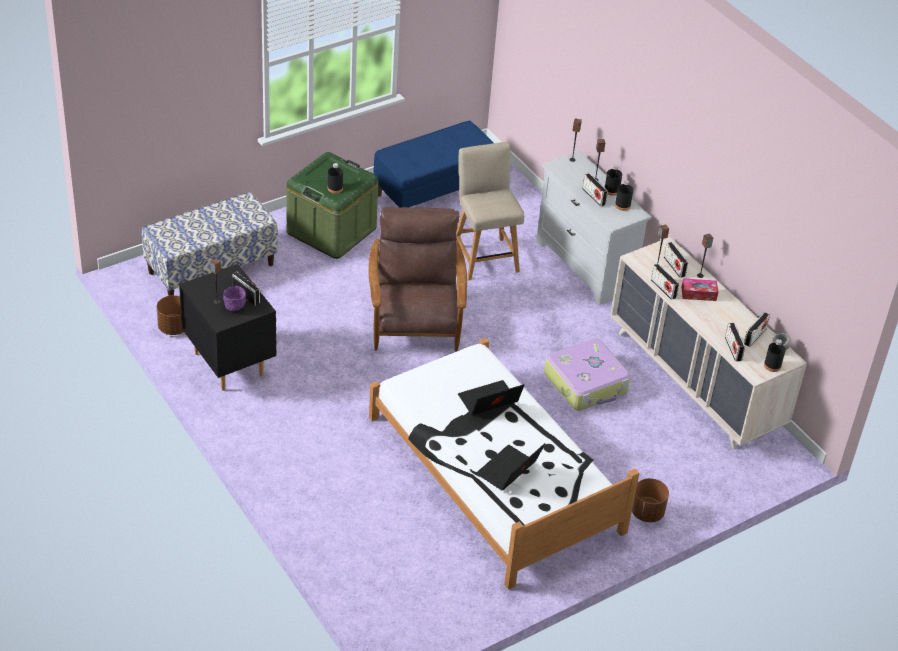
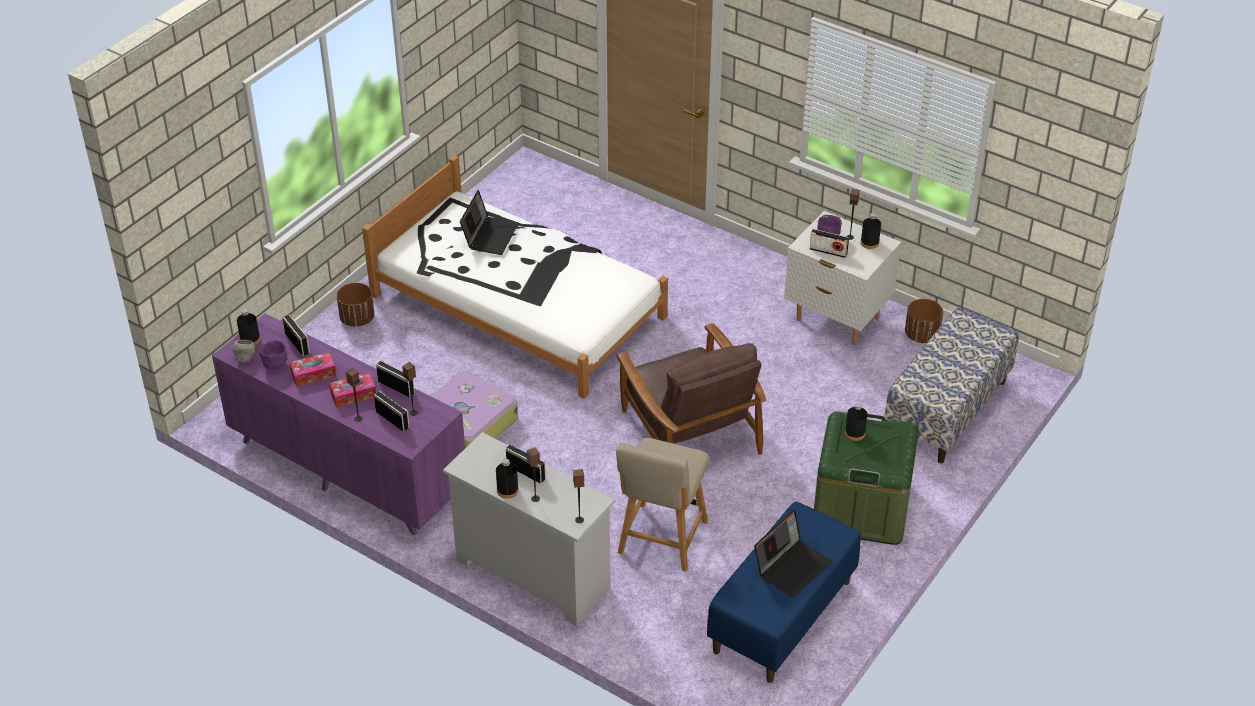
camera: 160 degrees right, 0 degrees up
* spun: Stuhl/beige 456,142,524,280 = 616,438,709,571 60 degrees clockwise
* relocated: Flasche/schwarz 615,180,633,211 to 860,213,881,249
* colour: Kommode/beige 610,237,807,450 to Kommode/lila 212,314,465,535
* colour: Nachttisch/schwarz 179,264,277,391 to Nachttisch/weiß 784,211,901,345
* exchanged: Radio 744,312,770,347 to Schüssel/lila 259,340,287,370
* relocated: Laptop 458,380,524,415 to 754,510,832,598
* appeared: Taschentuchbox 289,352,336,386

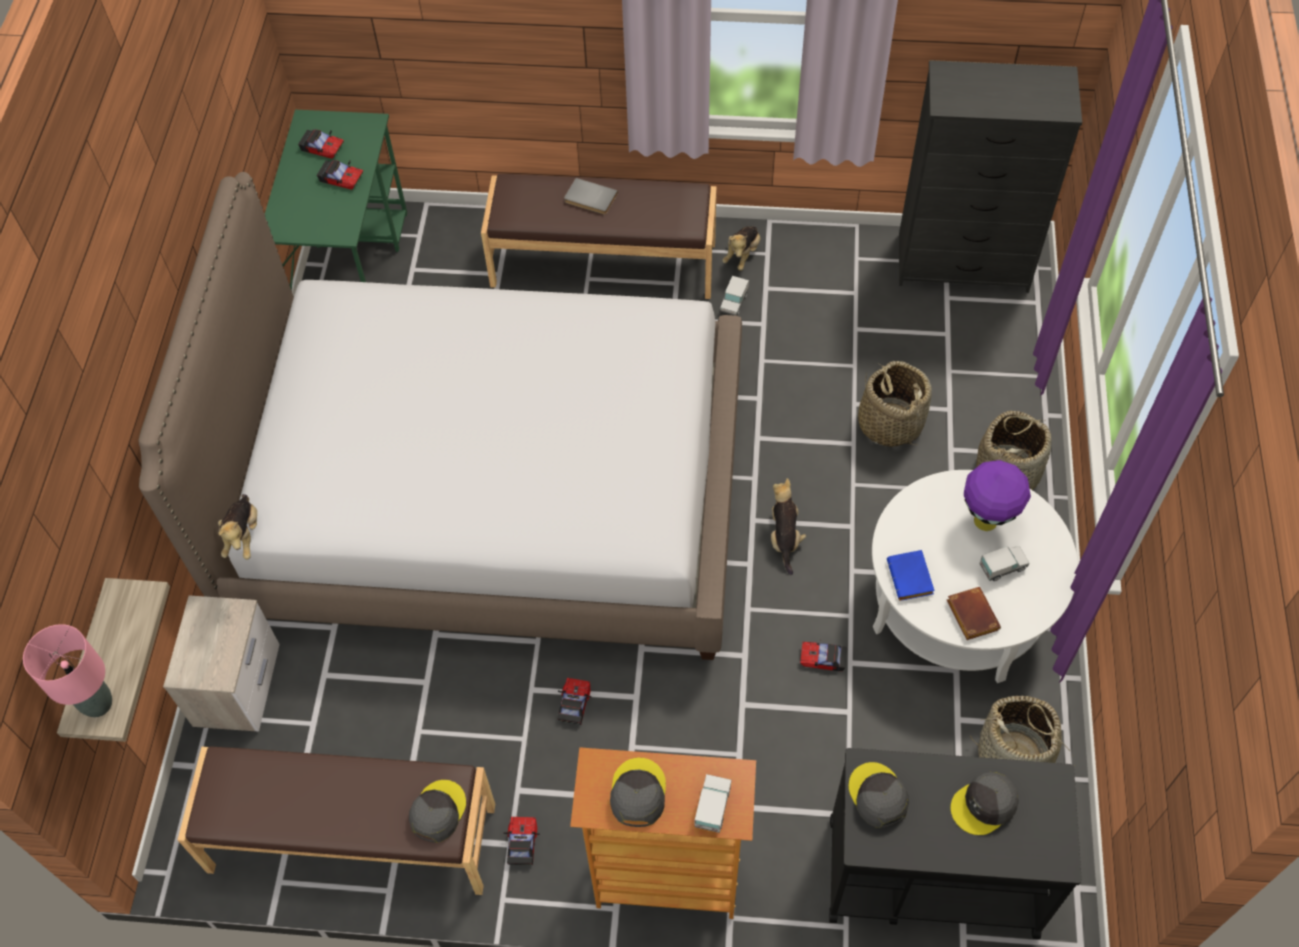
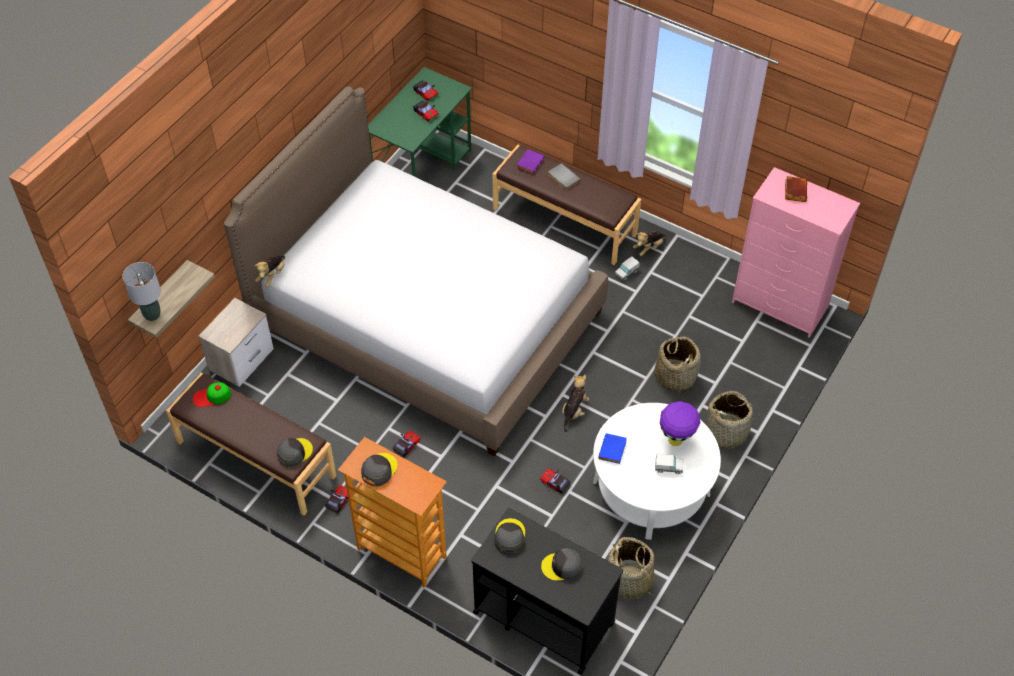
camera: 25 degrees right, 5 degrees down
* colour: Kommode/schwarz 899,60,1082,293 to Kommode/rosa 732,167,860,338
* relocated: Buch/braun 947,587,1001,640 to 785,176,807,202
* colour: Tischlampe/rosa 23,624,112,717 to Tischlampe/grau 123,262,161,321
* missing: Spielzeuglaster 694,774,732,833
* appeared: Buch/lila 517,149,544,174
* appeared: Kappe 193,382,231,407

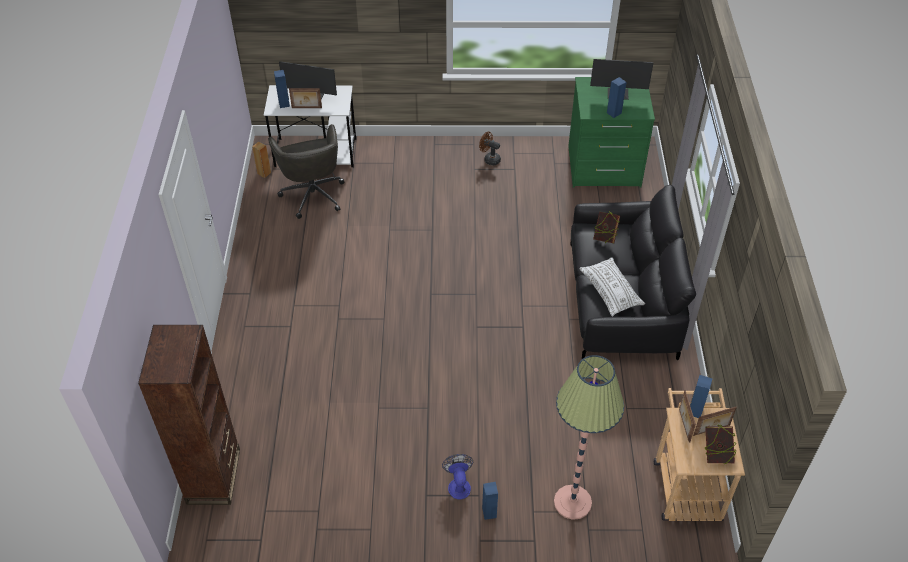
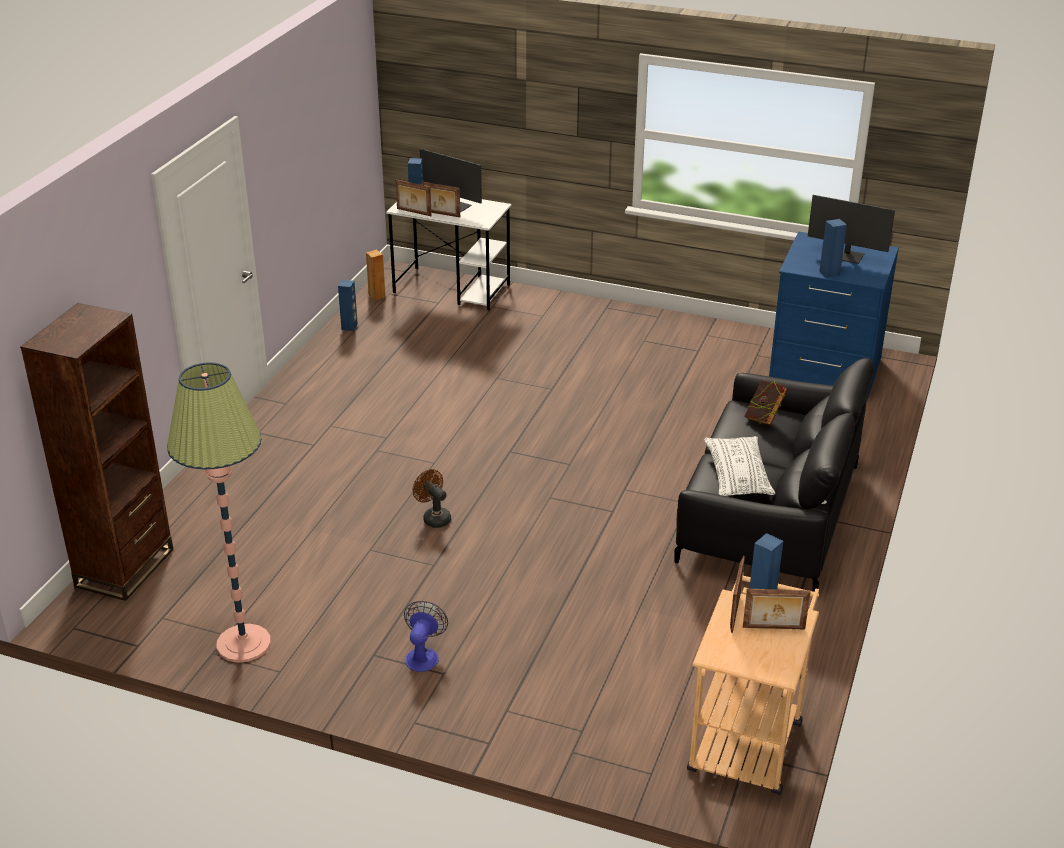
camera: 20 degrees right, 15 degrees down
* colour: Kommode/grün 568,77,655,188 to Kommode/blau 769,232,899,400
* missing: Bürostuhl/grau 268,124,344,219
* relocated: Ventilator/braun 479,132,501,165 to 413,469,451,528
* relocated: Stehlampe 554,355,624,520 to 167,362,271,663
* missing: Buch 704,424,736,465
* relocated: Lautsprecher/blau 482,482,498,520 to 338,280,358,331
* appeared: Bilderrahmen 395,180,432,216

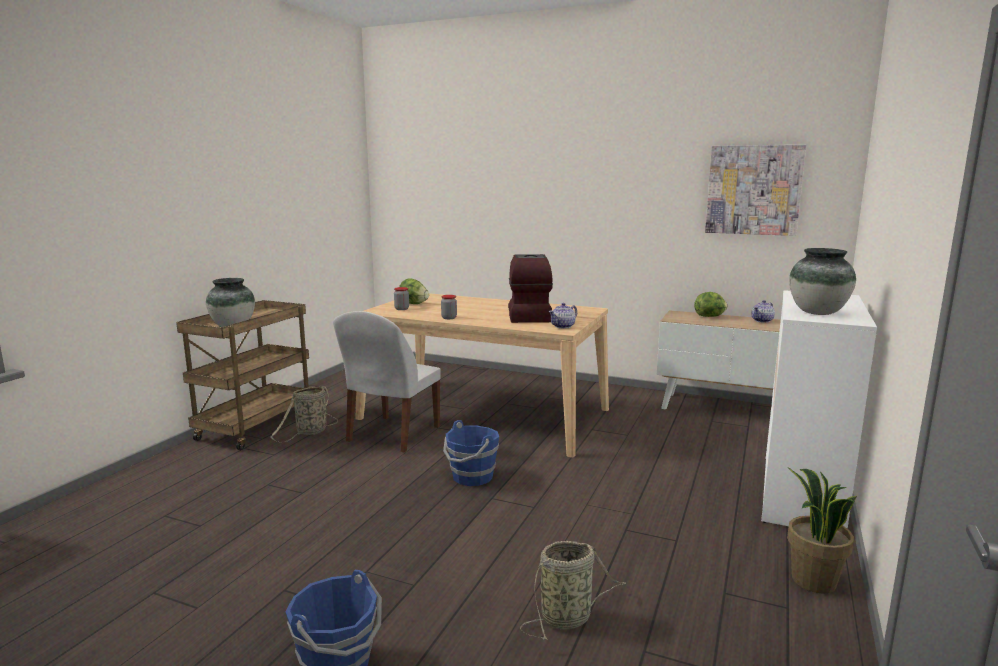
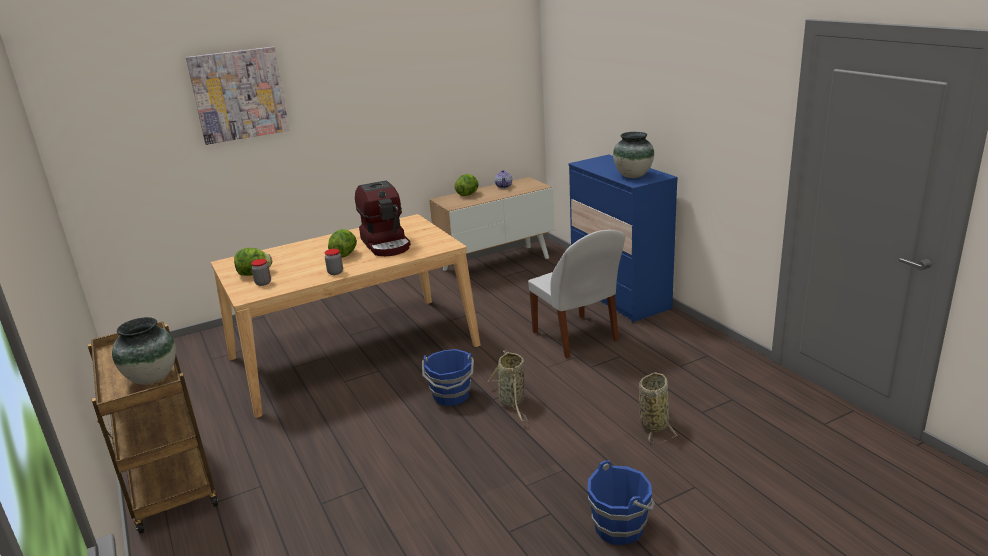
camera: 50 degrees left, 10 degrees up
* relocated: Bild 705,145,806,236 to 186,47,290,145
* spun: Kaffeemaschine 508,254,553,323 = 355,181,411,256 150 degrees counterclockwise
* colour: Kommode/weiß 761,290,877,529 to Kommode/blau 569,155,678,323
* missing: Teekanne 549,303,577,329
* relocated: Stuhl/weiß 333,311,441,453 to 528,230,625,358
* relocated: Korb 271,386,338,442 to 487,351,528,422
* missing: Topfpflanze 787,467,857,594
* appeared: Salatkopf 328,229,357,258

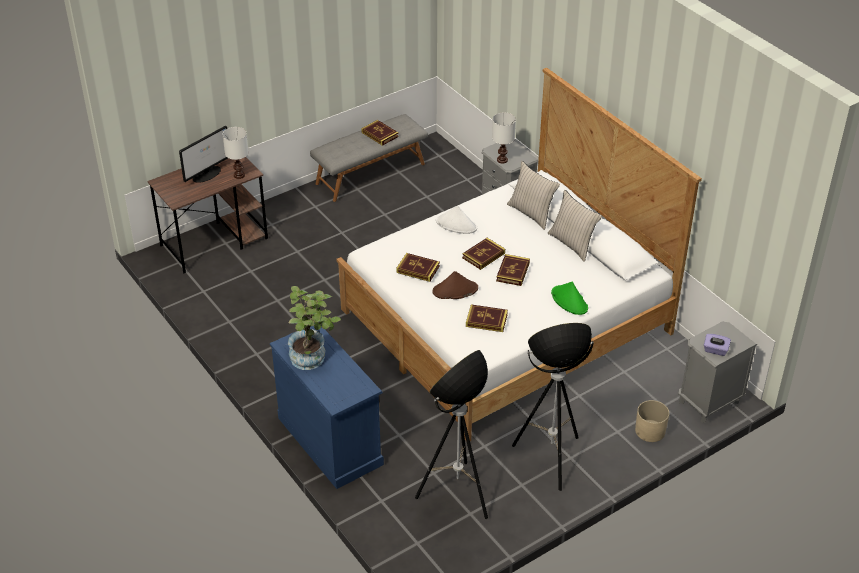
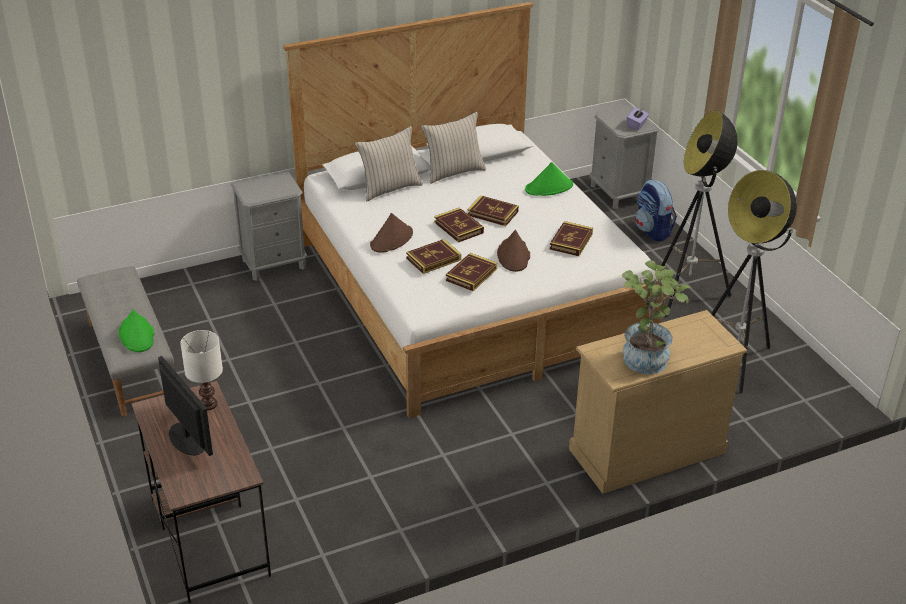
camera: 80 degrees left, 5 degrees down
* missing: Tischlampe/weiß 492,112,516,163
* relocated: Buch 361,120,398,146 to 406,239,461,274
* colour: Hut/weiß 436,205,477,234 to Hut/braun 370,213,413,253
* colour: Kommode/blau 270,322,384,489 to Kommode/beige 569,310,747,494
* exchanged: Pflanzkübel/beige 635,400,669,442 to Rucksack 635,180,677,242
* appeared: Hut/grün 119,309,155,352

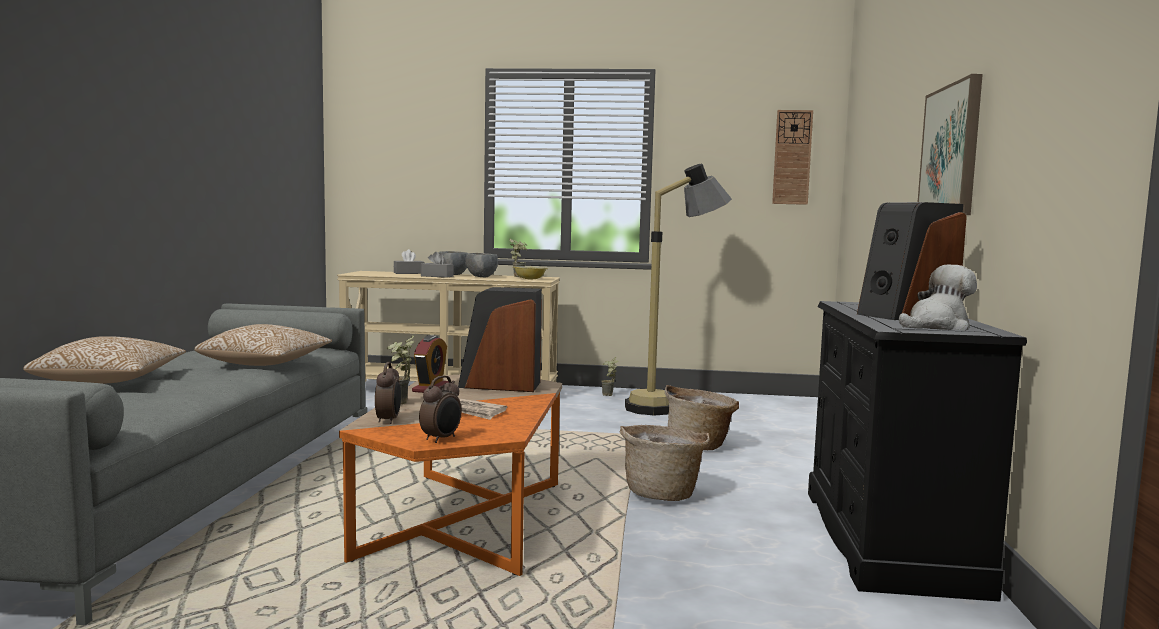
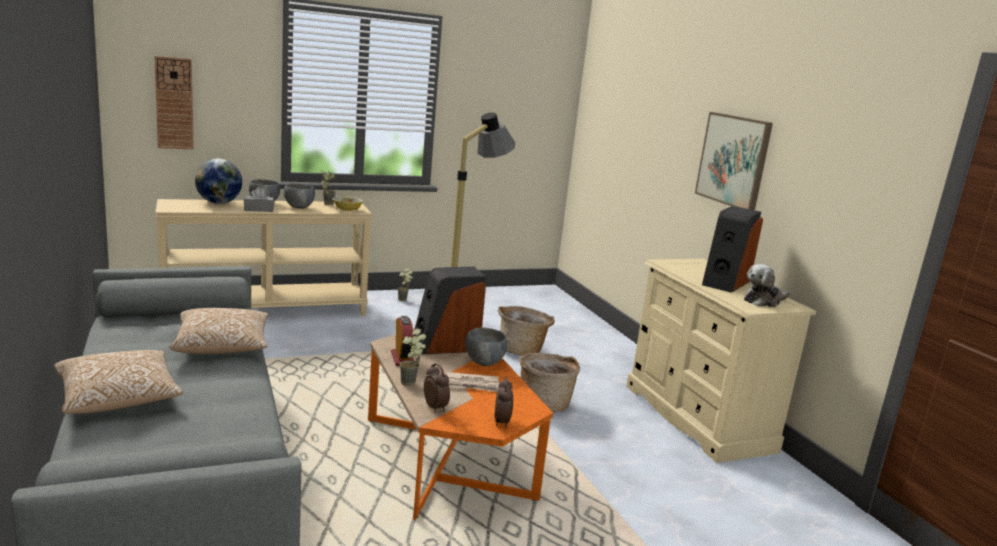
camera: 30 degrees left, 10 degrees up
* relocated: Wanduhr 772,110,813,205 to 154,56,194,150
* exchanged: Taschentuchbox/grau 394,249,424,274 to Globus 195,159,242,204
* spun: Plüschtier 899,265,977,331 = 744,264,790,307 150 degrees counterclockwise
* colour: Kommode/schwarz 808,301,1027,602 to Kommode/beige 626,259,816,463
* appeared: Schüssel/grau 465,327,507,366

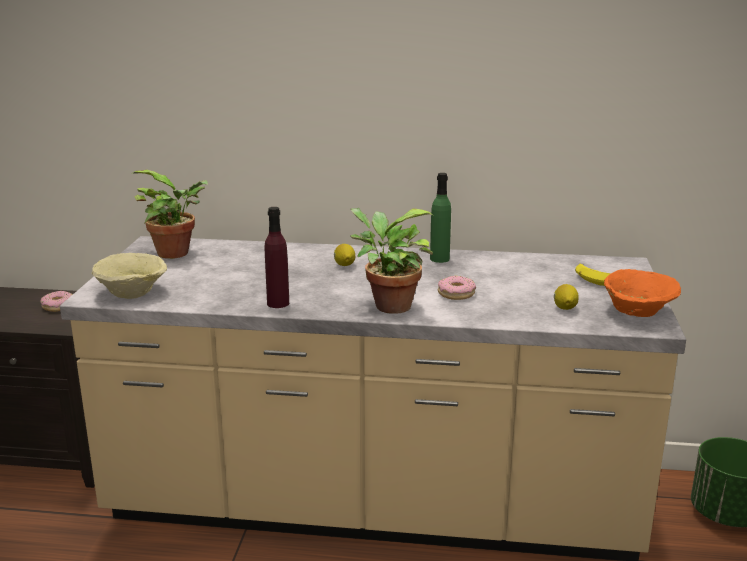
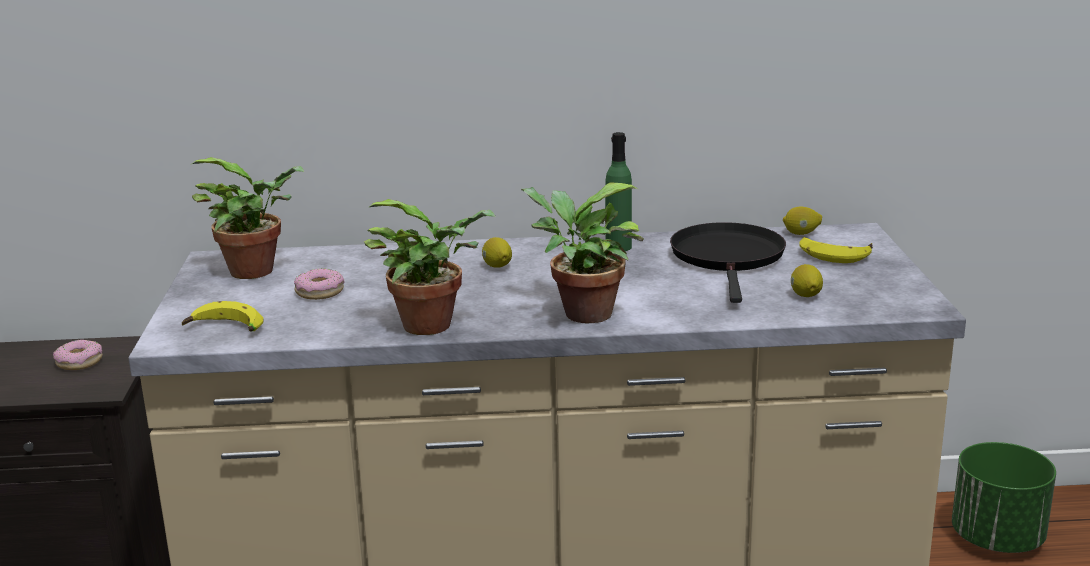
camera: 10 degrees left, 0 degrees up
* exchanged: Flasche/lila 265,207,289,308 to Topfpflanze 364,199,496,335
* exchanged: Schüssel/beige 92,253,167,299 to Banane 182,301,264,332
* missing: Schüssel/orange 604,269,681,317
* relocated: Donut 438,276,476,300 to 294,268,344,300
* appeared: Zitrone 783,207,822,235
* appeared: Pfanne/schwarz 670,222,786,303

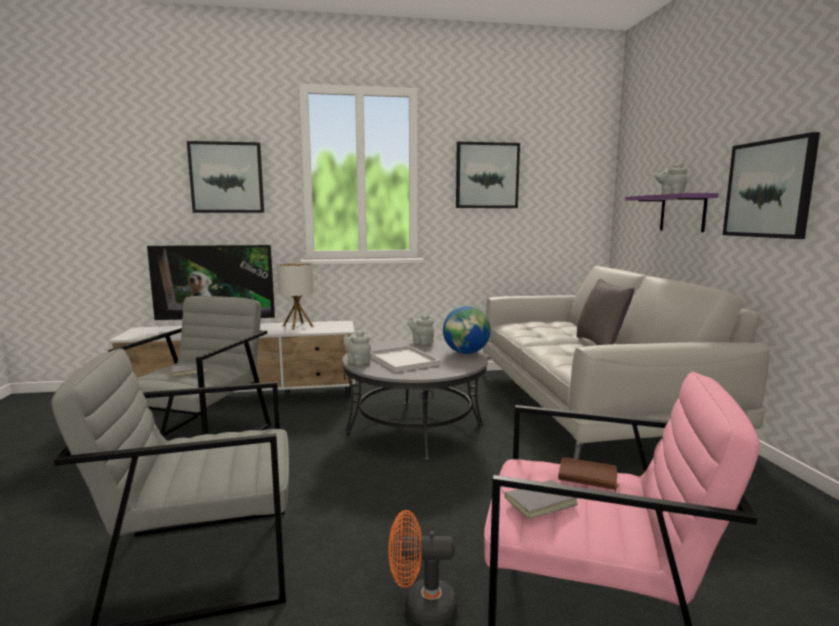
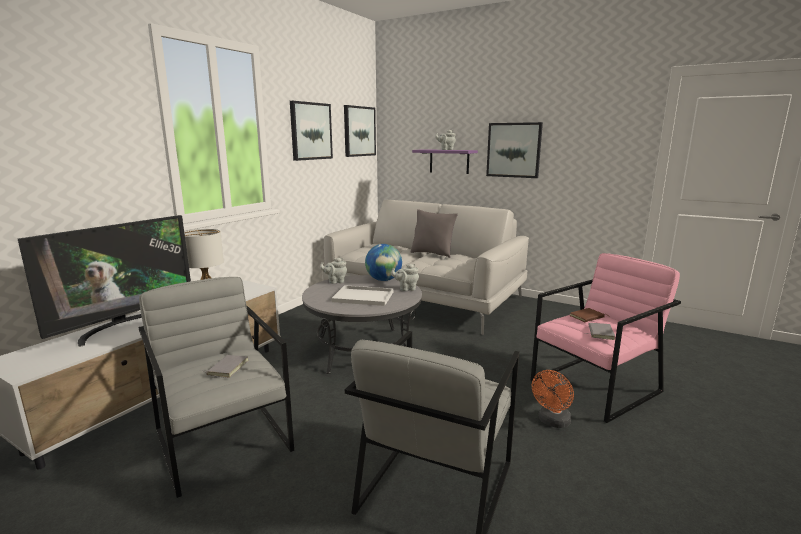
camera: 50 degrees left, 5 degrees up
* relocated: Bild 187,141,264,213 to 344,105,376,157
* relocated: Teekanne/grau 343,330,371,365 to 391,264,419,291

